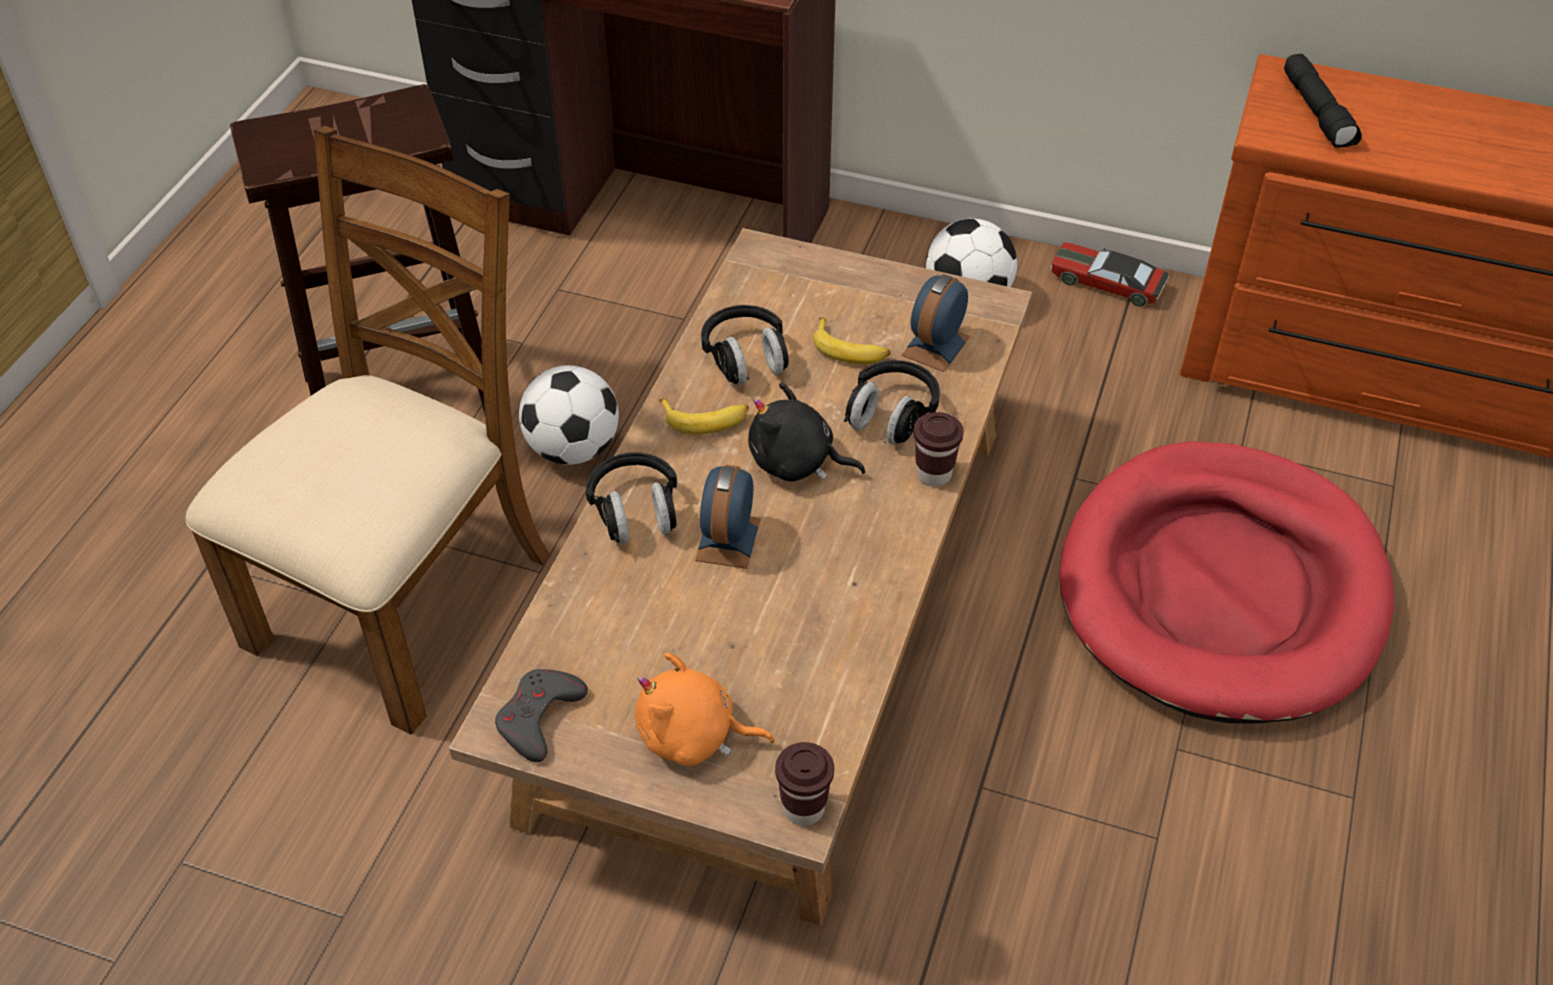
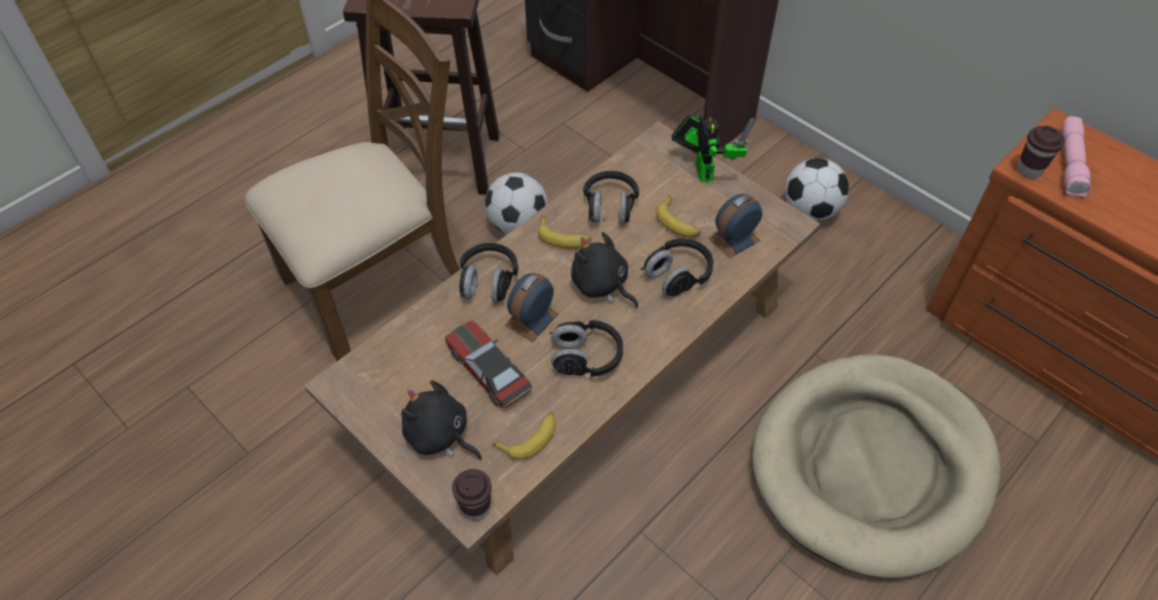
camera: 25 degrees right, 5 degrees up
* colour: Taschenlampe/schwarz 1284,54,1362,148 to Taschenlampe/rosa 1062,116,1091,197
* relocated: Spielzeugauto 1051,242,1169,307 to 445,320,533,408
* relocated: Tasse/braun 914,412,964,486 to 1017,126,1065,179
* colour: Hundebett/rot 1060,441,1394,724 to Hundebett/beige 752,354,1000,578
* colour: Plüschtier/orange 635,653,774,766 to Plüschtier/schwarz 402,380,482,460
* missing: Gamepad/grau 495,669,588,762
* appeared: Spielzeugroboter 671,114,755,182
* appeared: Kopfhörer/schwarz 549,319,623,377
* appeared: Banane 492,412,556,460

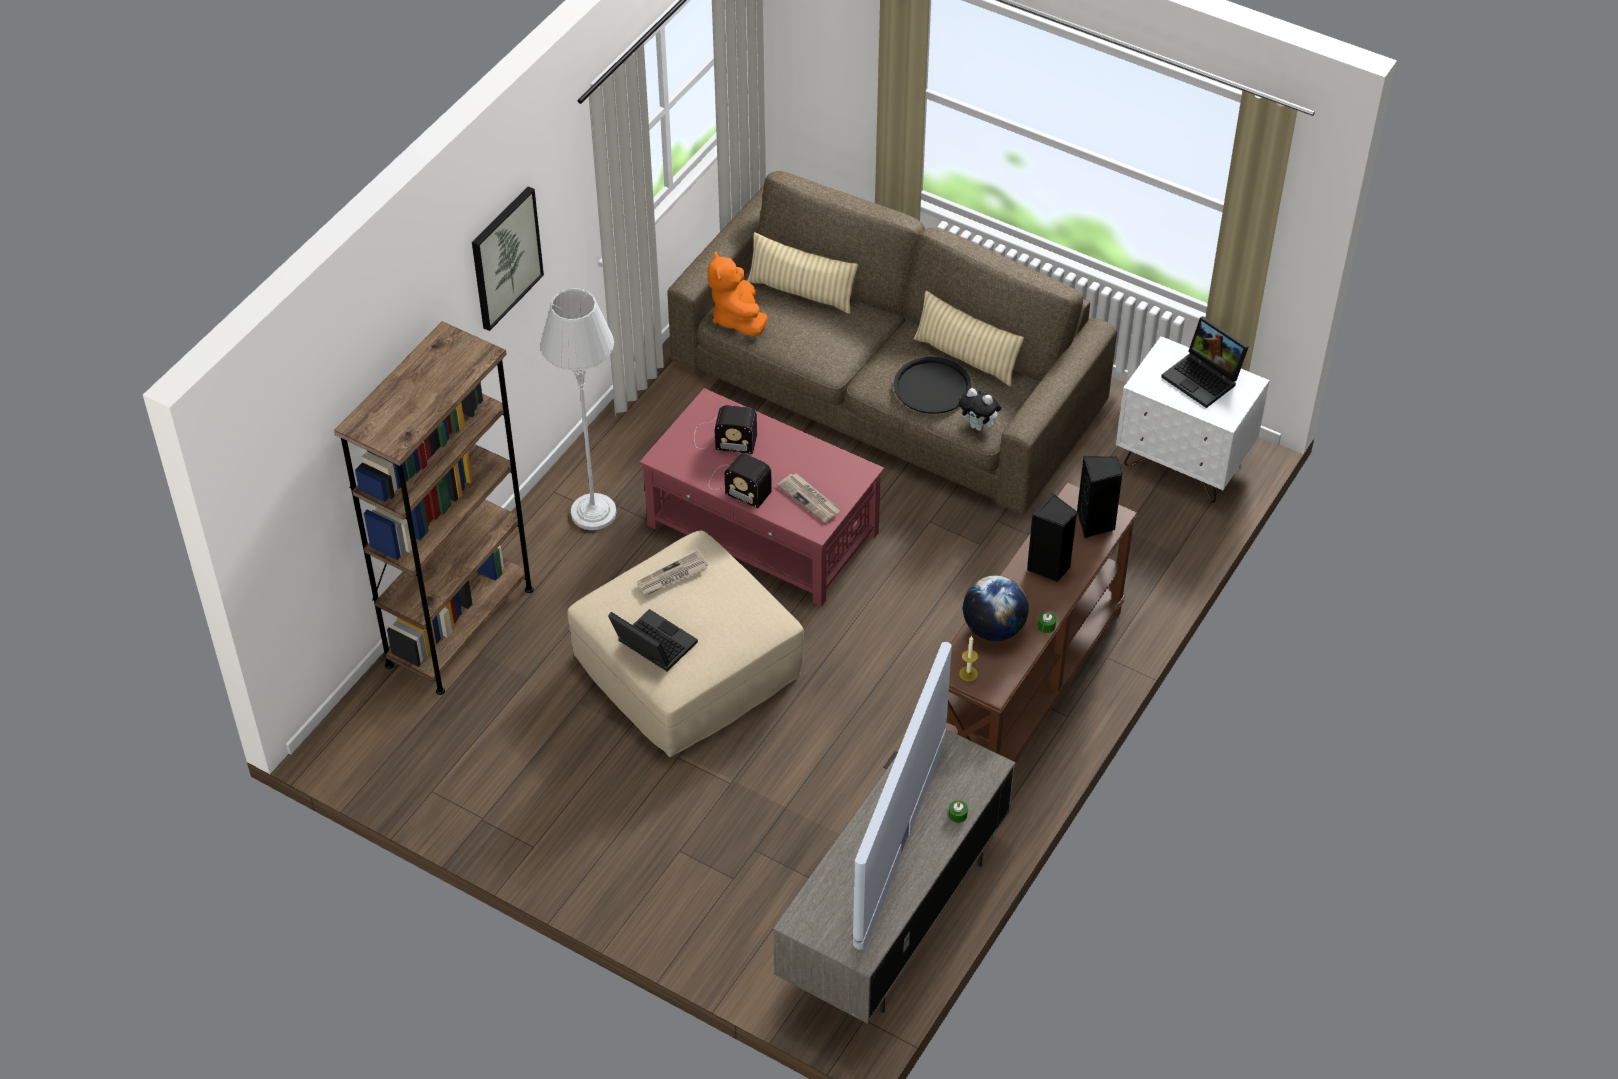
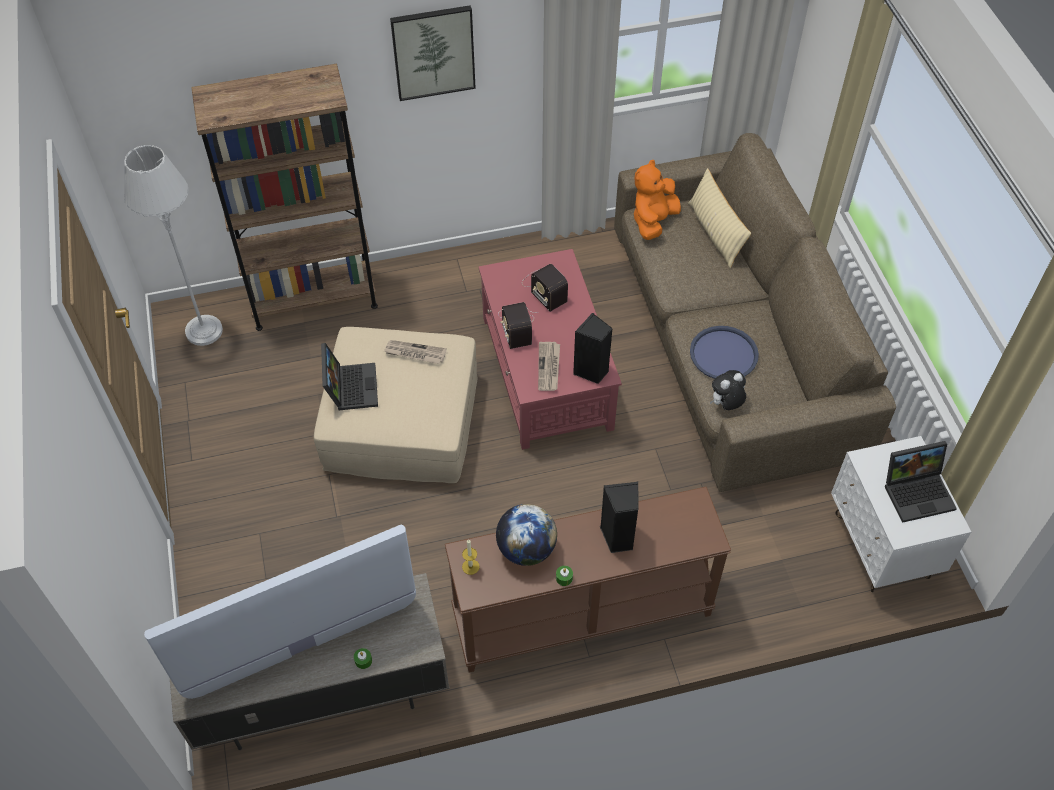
camera: 45 degrees right, 5 degrees up
* relocated: Stehlampe/grau 540,288,616,530 to 124,145,223,346
* missing: Kissen/beige 913,290,1024,387
* spun: Laptop 1161,316,1249,408 = 885,441,957,523 105 degrees counterclockwise
* colour: Tablett/schwarz 894,357,971,414 to Tablett/blau 690,326,759,379
* spun: Plüschtier 959,388,1001,431 = 710,370,746,410 75 degrees clockwise
* relocated: Lautsprecher/schwarz 1077,456,1123,538 to 573,313,613,384

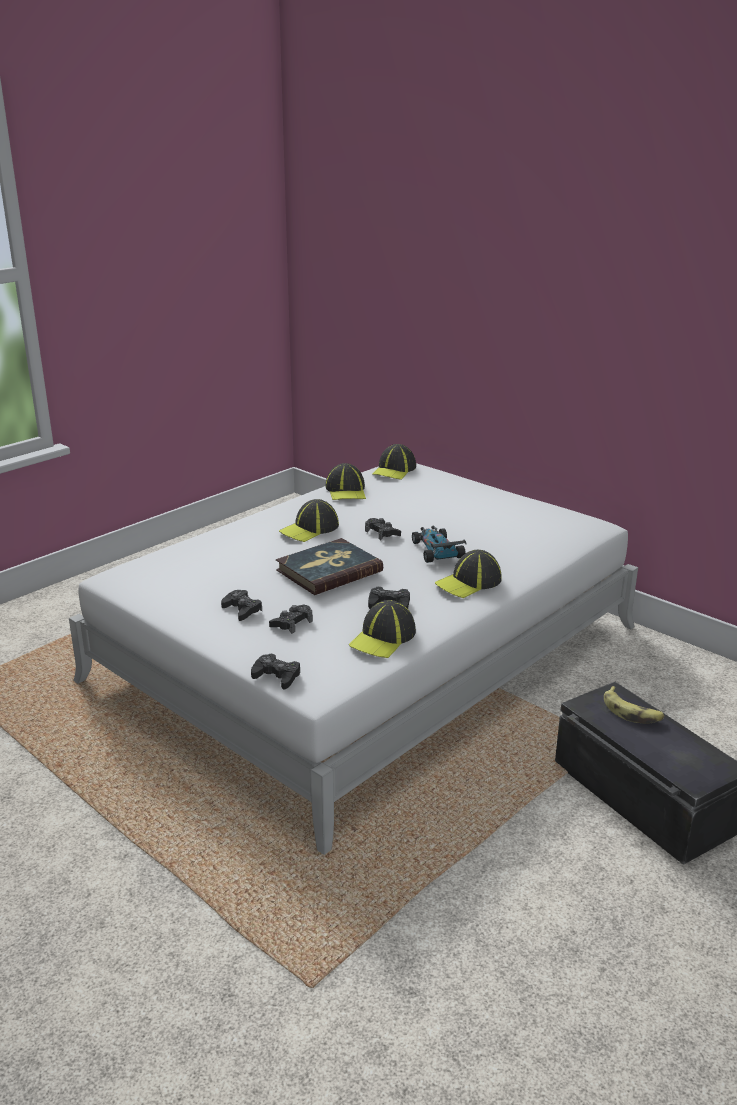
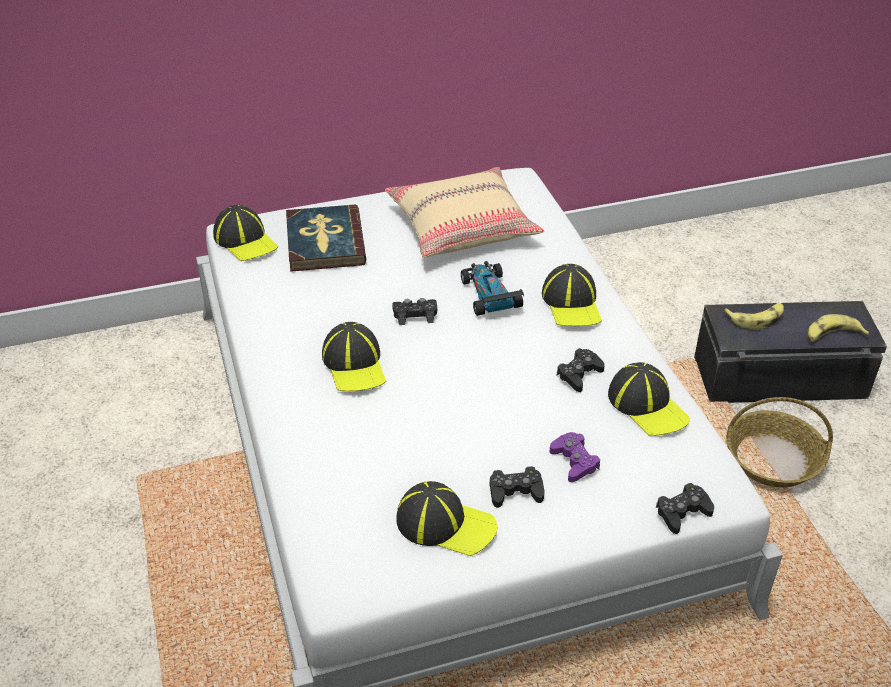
camera: 60 degrees left, 15 degrees up
* relocated: Kappe 325,463,366,500 to 396,481,498,556
* spun: Spielzeugauto 412,526,467,563 = 461,261,524,316 60 degrees clockwise
* relocated: Buch 276,538,383,595 to 286,205,366,272
* colour: Gamepad/schwarz 269,604,313,634 to Gamepad/lila 549,432,600,482
* appeared: Kissen/beige 385,167,544,257
* appeared: Banane 808,314,869,342
* appeared: Korb 726,397,833,487

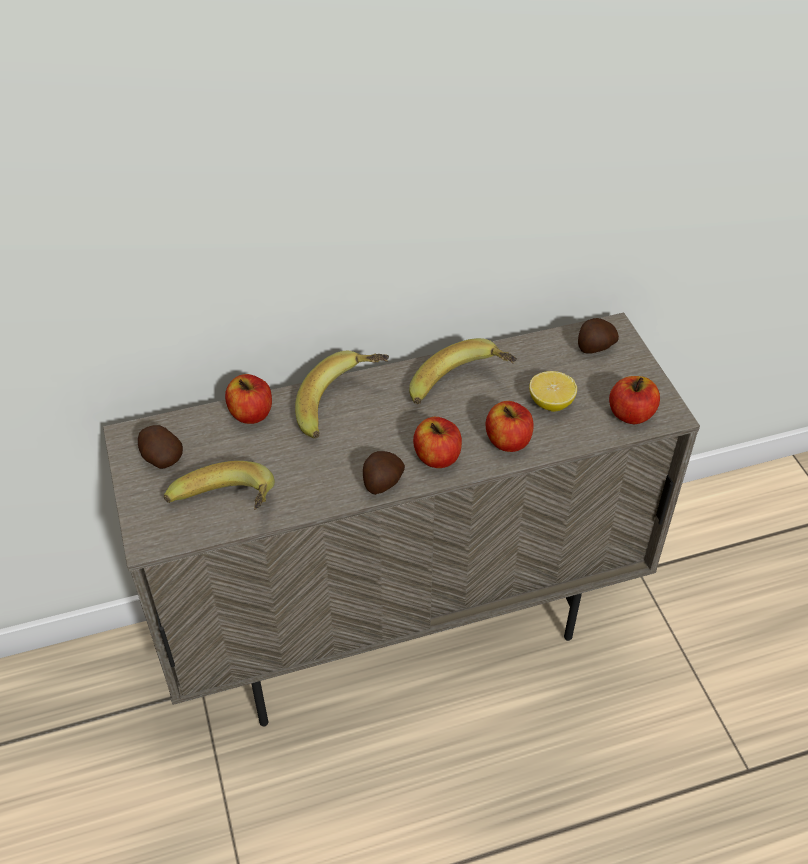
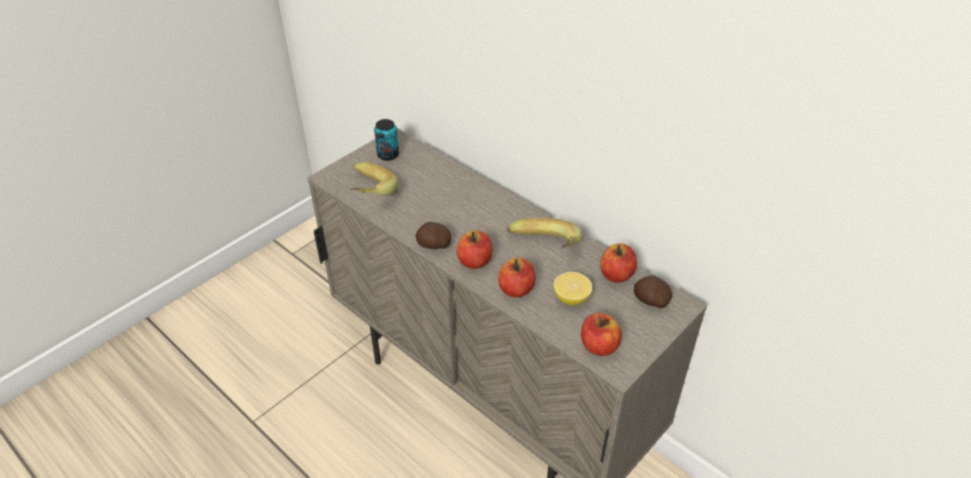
camera: 60 degrees right, 5 degrees down
* missing: Banane 295,351,389,438
* relocated: Apfel 225,374,272,424 to 600,243,637,283
* exchanged: Kartoffel 138,425,183,469 to Dose 374,119,399,161

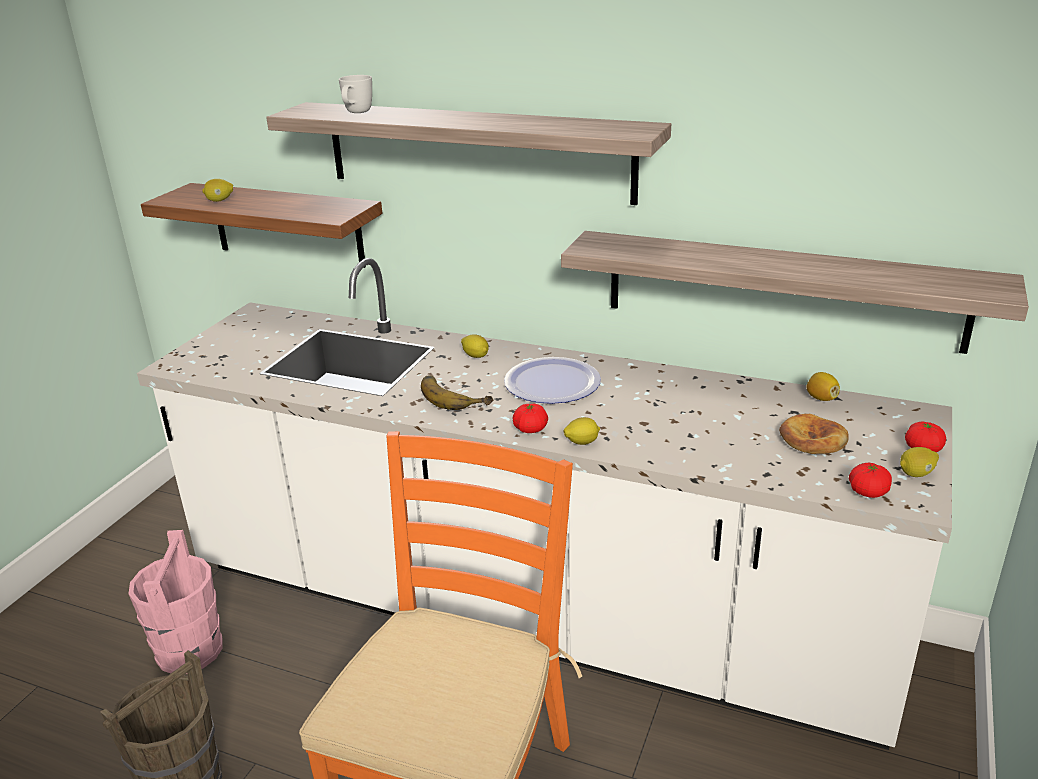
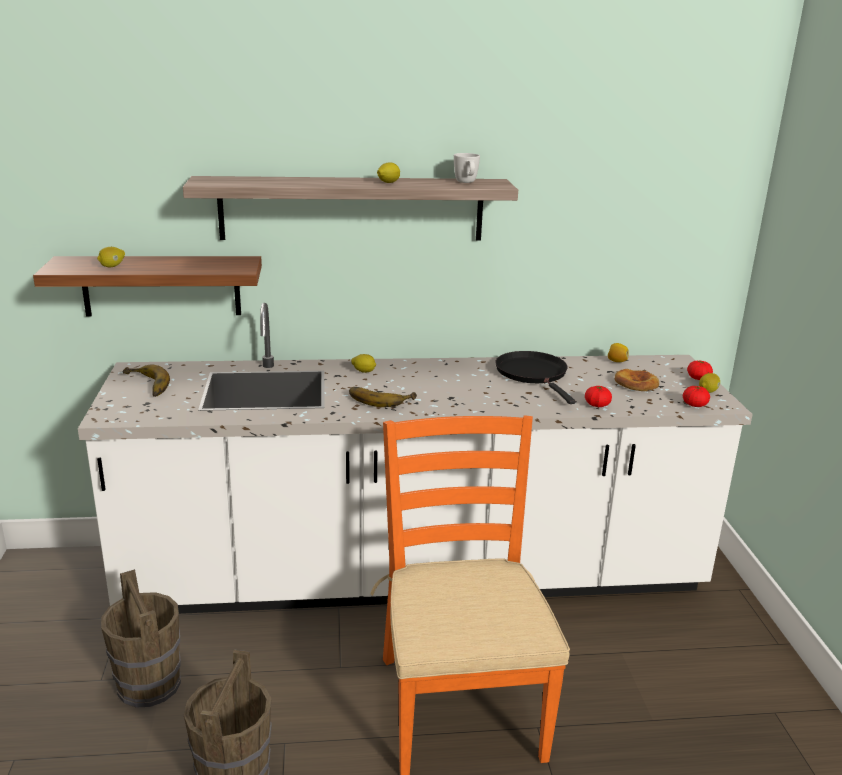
camera: 30 degrees left, 5 degrees down
* relocated: Henkelbecher/weiß 339,75,372,113 to 454,153,480,183
* missing: Wandregal 561,231,1029,354
* missing: Teller 504,357,601,404
* relocated: Tomate 513,404,548,433 to 585,386,612,407
* relocated: Zitrone 564,417,600,445 to 377,162,400,183
* colour: Eimer/rosa 128,530,222,674 to Eimer/braun 101,569,181,708
* appeared: Pfanne/schwarz 495,351,576,404
* appeared: Banane 122,365,170,397

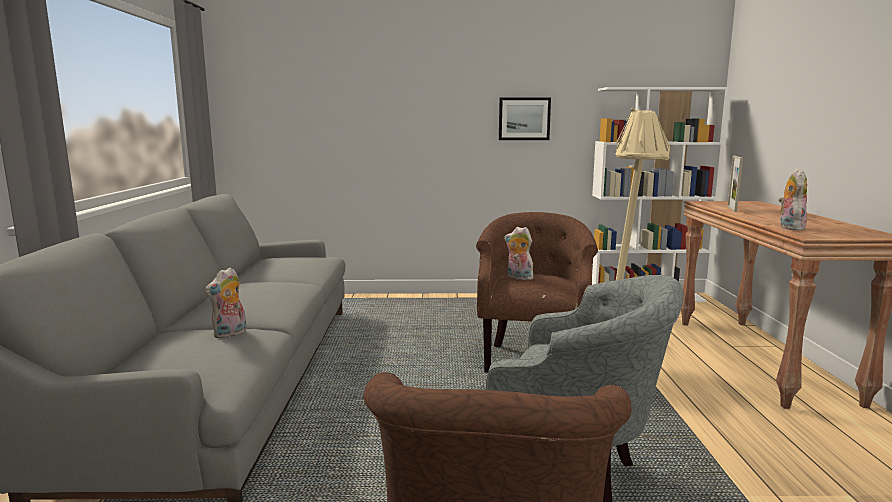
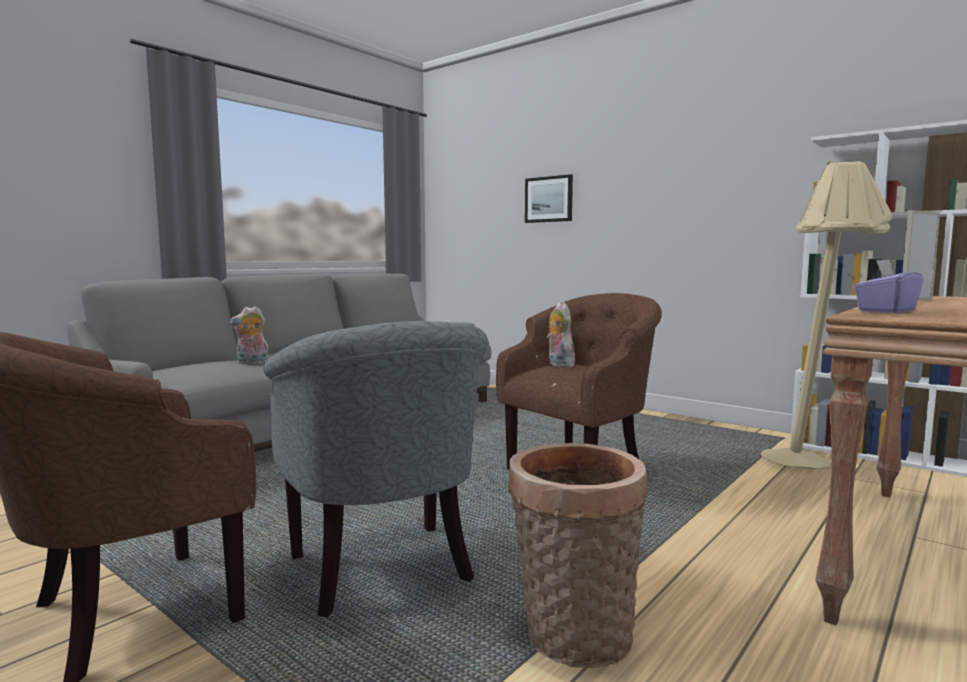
camera: 40 degrees right, 5 degrees down
* relocated: Bild 499,98,551,140 to 525,174,573,223
* exchanged: Plüschtier 778,169,807,231 to Taschentuchbox/lila 854,260,923,313
* appeared: Korb 508,443,648,668

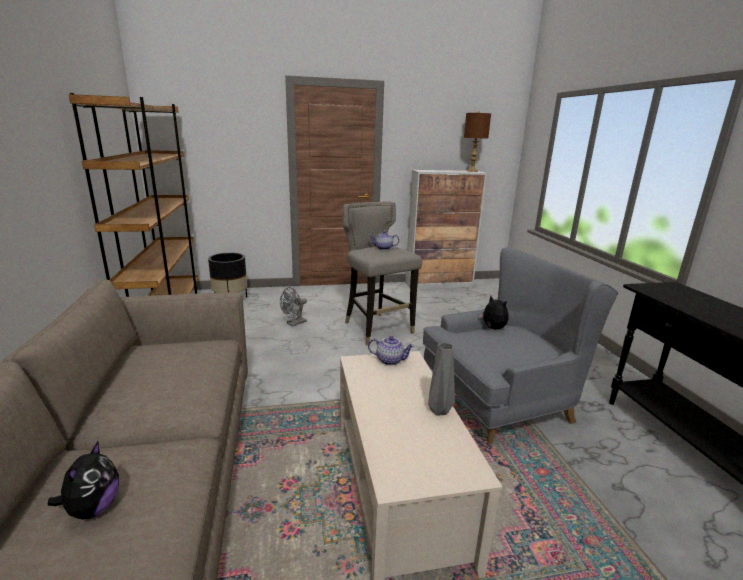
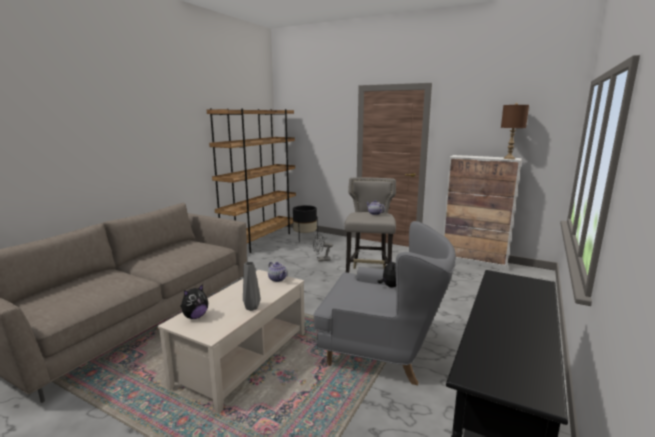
camera: 40 degrees right, 5 degrees down
* relocated: Plüschtier 48,440,119,519 to 180,284,208,319

